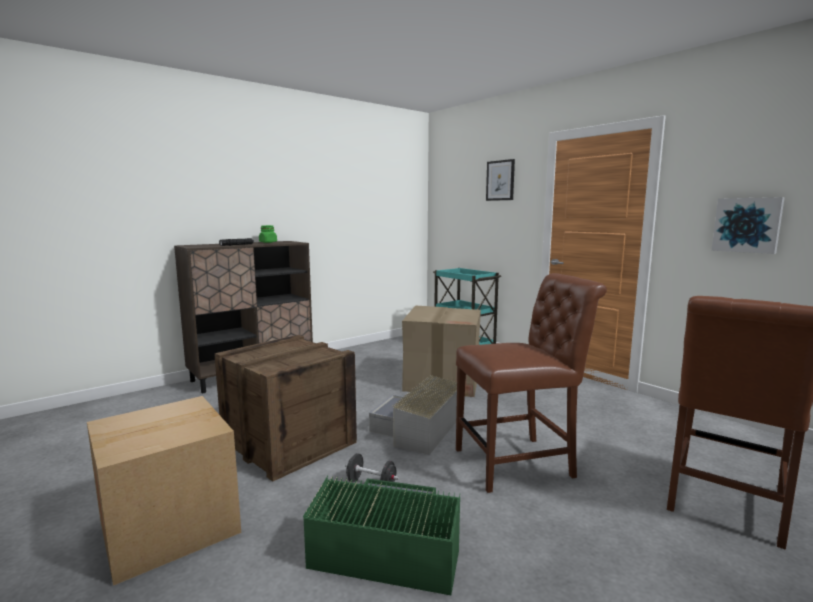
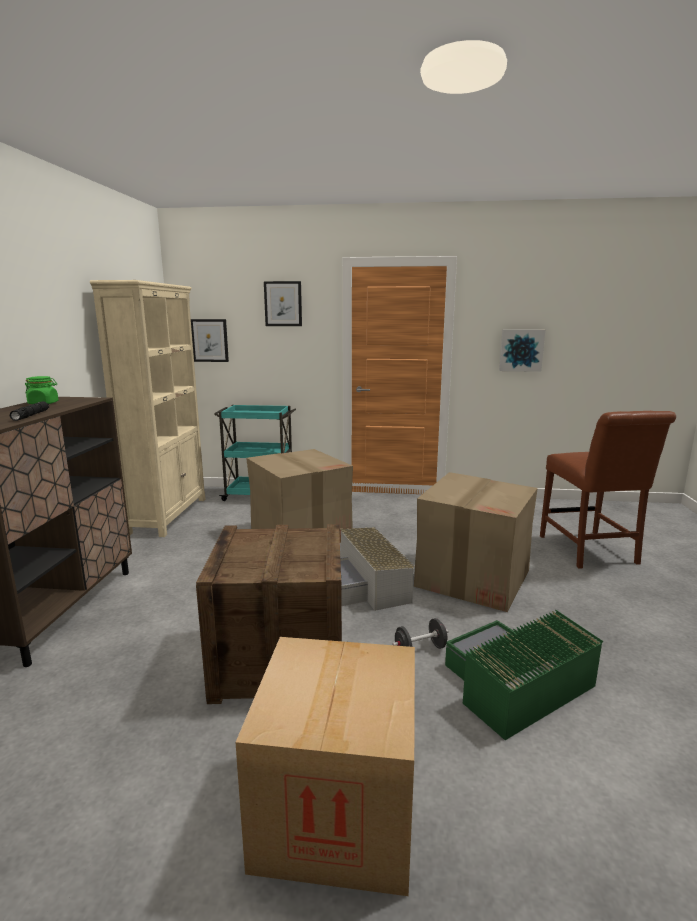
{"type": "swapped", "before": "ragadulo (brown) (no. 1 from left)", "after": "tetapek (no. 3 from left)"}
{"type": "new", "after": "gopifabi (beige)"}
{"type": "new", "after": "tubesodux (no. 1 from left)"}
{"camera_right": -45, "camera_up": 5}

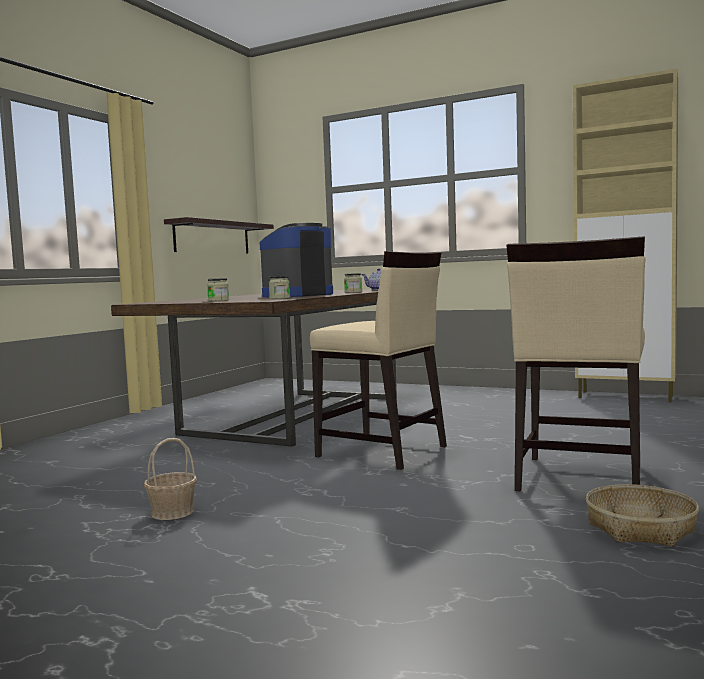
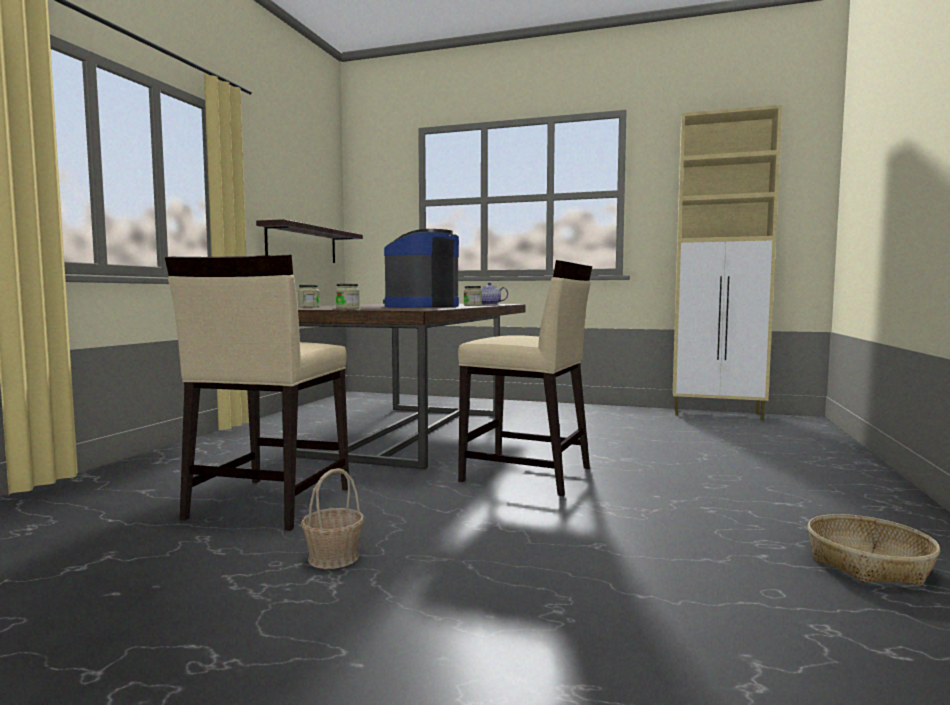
{"type": "shifted", "before": "ragadulo (beige) (no. 2 from left in the first image)", "after": "ragadulo (beige) (no. 1 from left)"}
{"type": "shifted", "before": "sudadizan (no. 2 from left in the first image)", "after": "sudadizan (no. 1 from left)"}
{"camera_right": -10, "camera_up": 0}

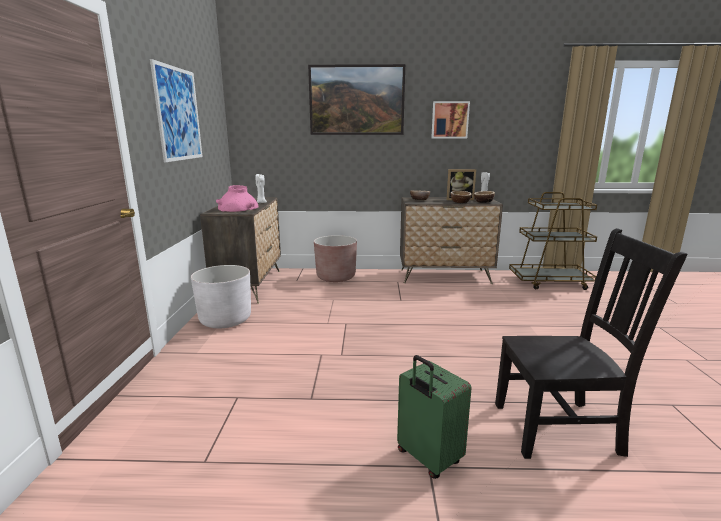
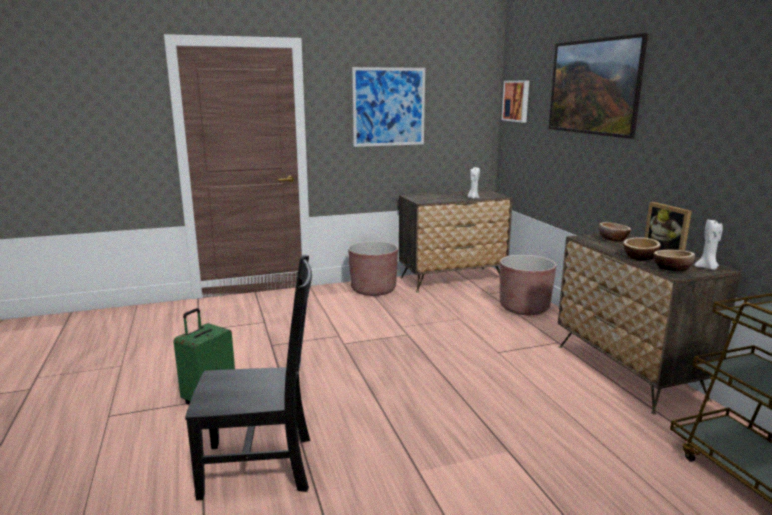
{"type": "shifted", "before": "tubesodux (no. 3 from left in the first image)", "after": "tubesodux (no. 2 from left)"}
{"type": "gone", "before": "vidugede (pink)"}
{"type": "rotated", "before": "ragadulo (black)", "turn": -75}
{"type": "repainted", "before": "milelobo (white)", "after": "milelobo (brown) (no. 1 from left)"}
{"camera_right": 70, "camera_up": 0}

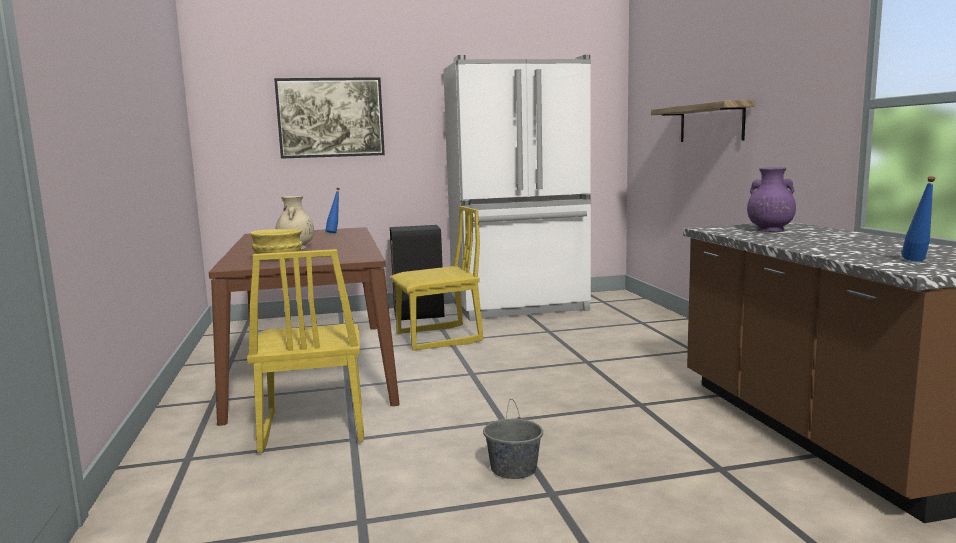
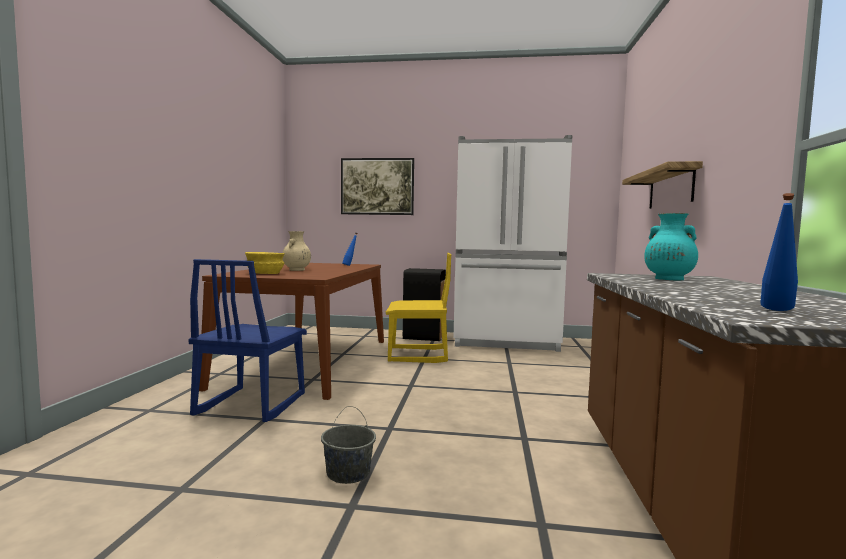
{"type": "repainted", "before": "vidugede (purple)", "after": "vidugede (turquoise)"}
{"type": "repainted", "before": "ragadulo (yellow) (no. 1 from left)", "after": "ragadulo (blue)"}
{"camera_right": 20, "camera_up": -5}

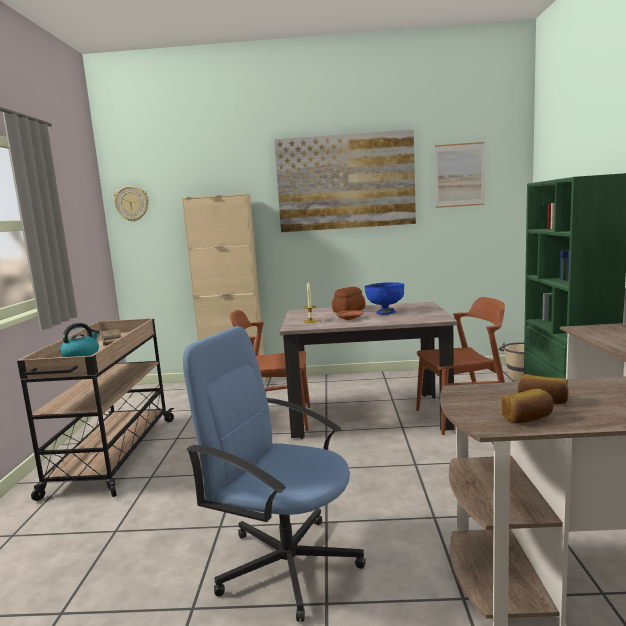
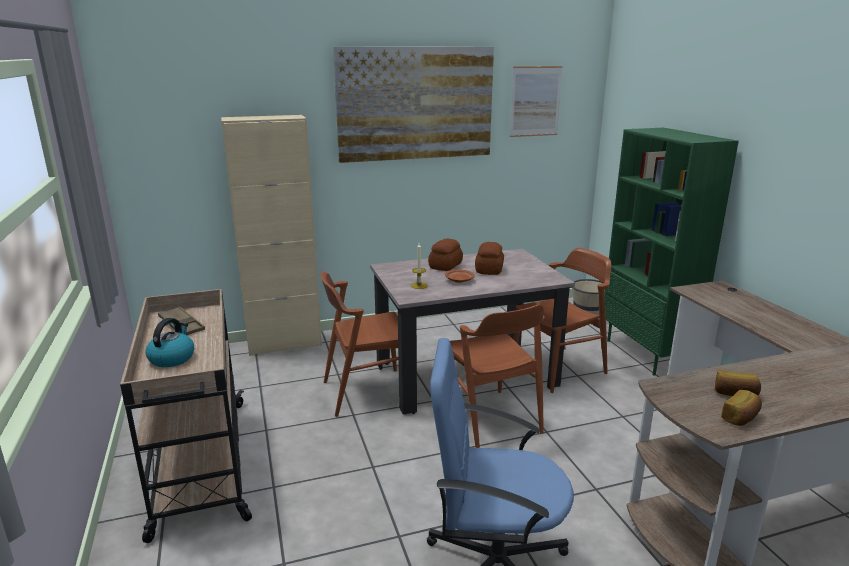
{"type": "gone", "before": "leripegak"}
{"type": "swapped", "before": "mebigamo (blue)", "after": "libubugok (no. 2 from left)"}
{"type": "new", "after": "ragadulo (brown) (no. 2 from left)"}
{"camera_right": -20, "camera_up": 10}

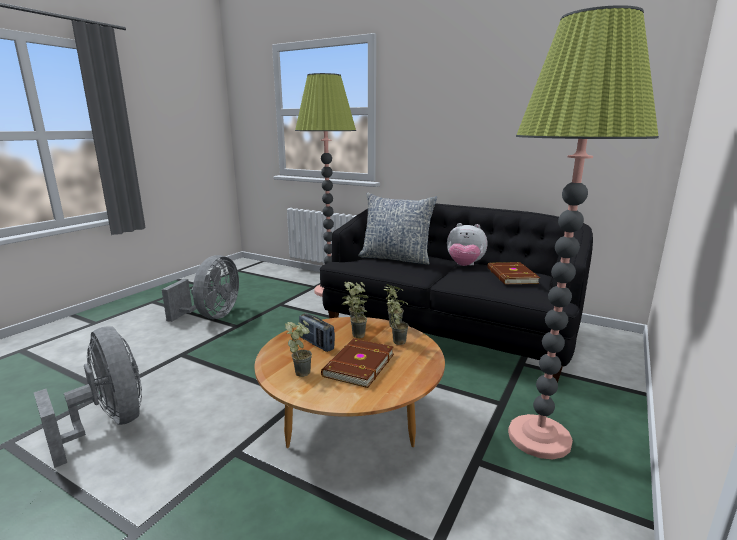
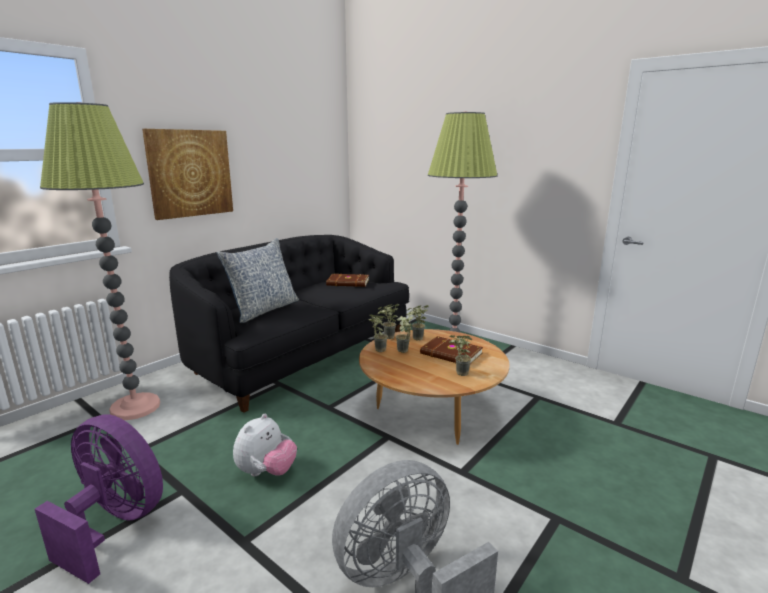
{"type": "shifted", "before": "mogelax"}
{"type": "repainted", "before": "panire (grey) (no. 2 from left)", "after": "panire (purple)"}
{"type": "gone", "before": "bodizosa"}
{"type": "new", "after": "tubesodux"}
{"camera_right": -80, "camera_up": 0}

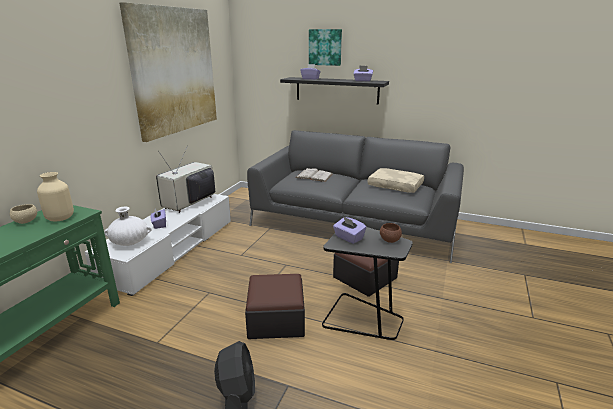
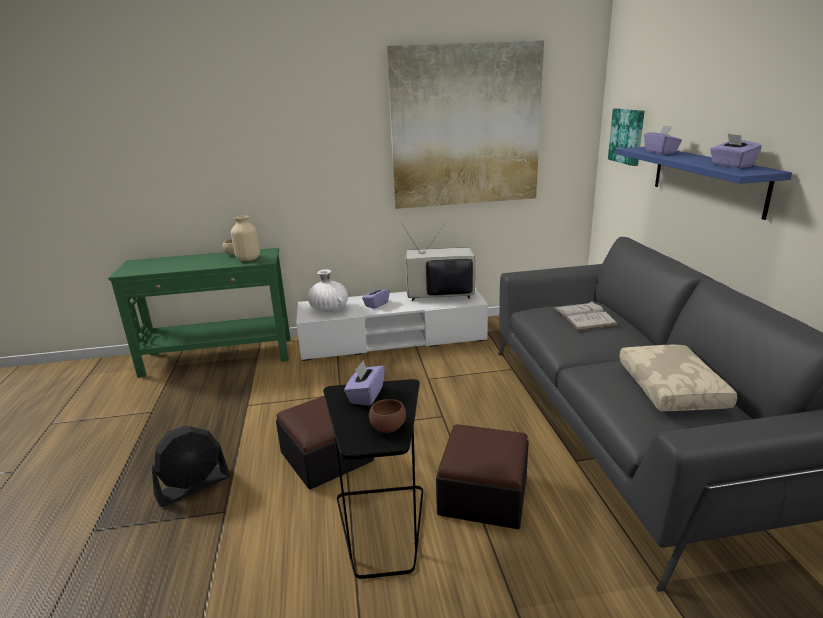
{"type": "shifted", "before": "tubesodux (no. 2 from left)"}
{"type": "repainted", "before": "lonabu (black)", "after": "lonabu (blue)"}
{"camera_right": 60, "camera_up": 0}

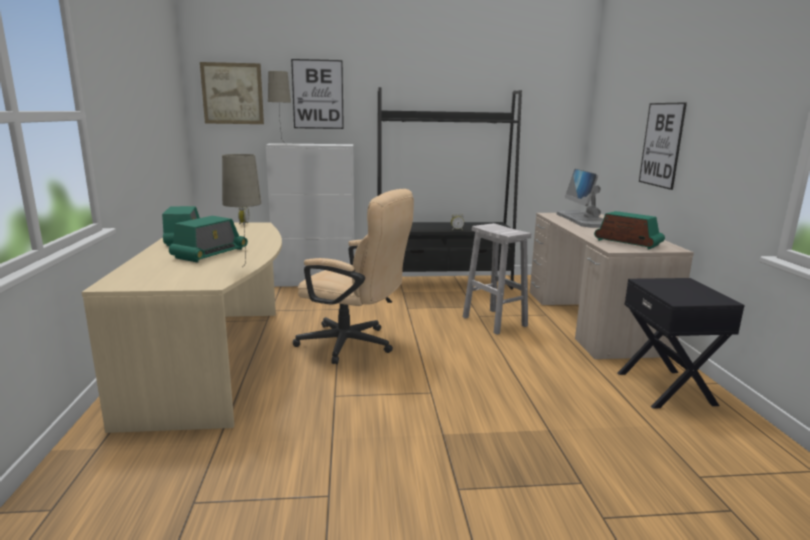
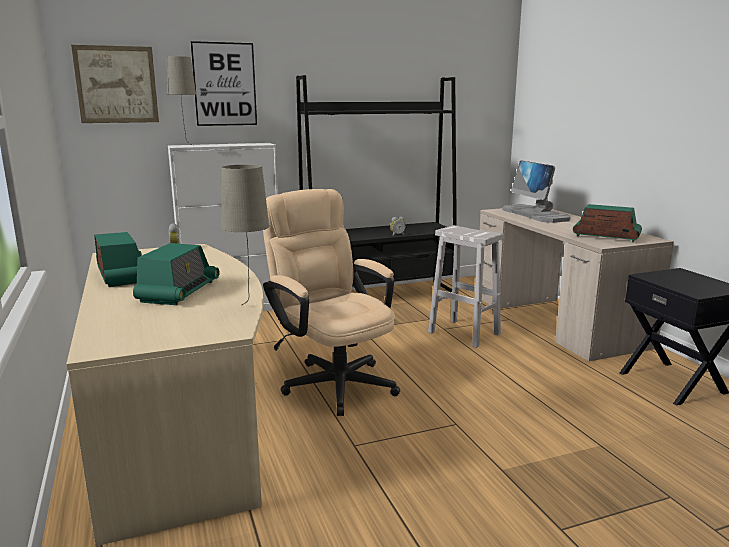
{"type": "gone", "before": "tubesodux (no. 3 from left)"}
{"type": "rotated", "before": "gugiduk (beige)", "turn": -135}
{"camera_right": -15, "camera_up": 0}

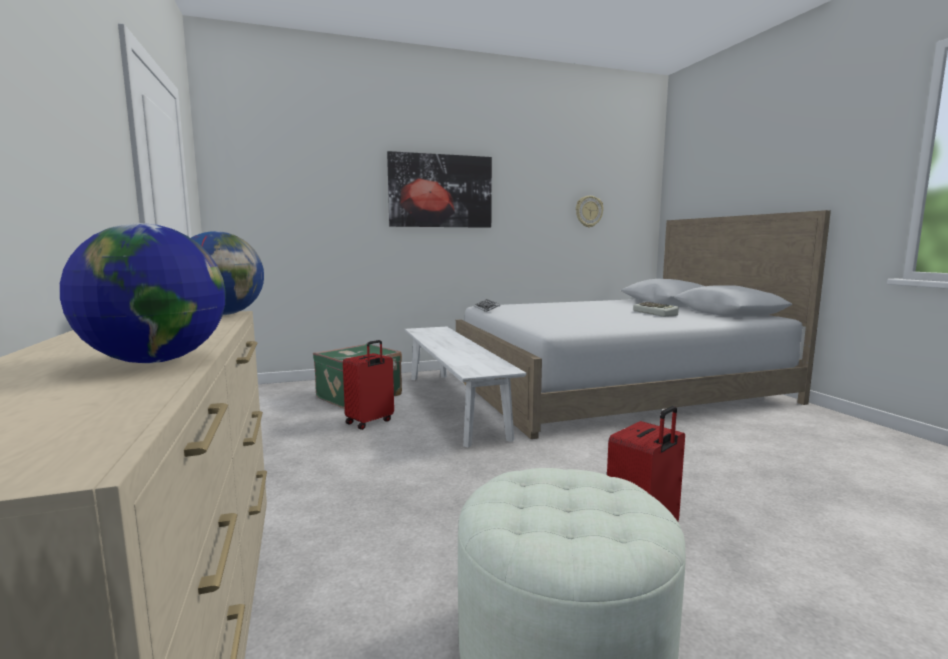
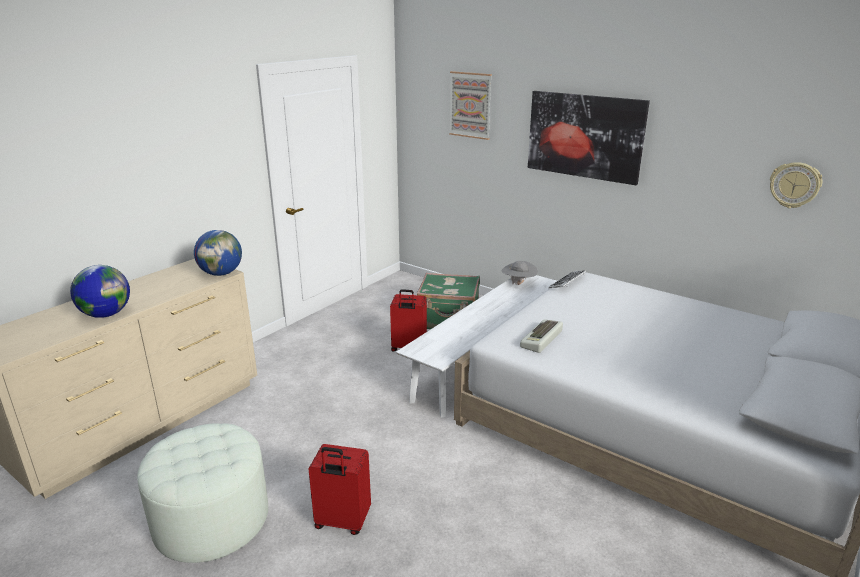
{"type": "shifted", "before": "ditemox (no. 2 from left in the first image)", "after": "ditemox (no. 1 from left)"}
{"type": "new", "after": "tubesodux (no. 1 from left)"}
{"type": "new", "after": "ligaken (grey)"}
{"camera_right": 55, "camera_up": 15}

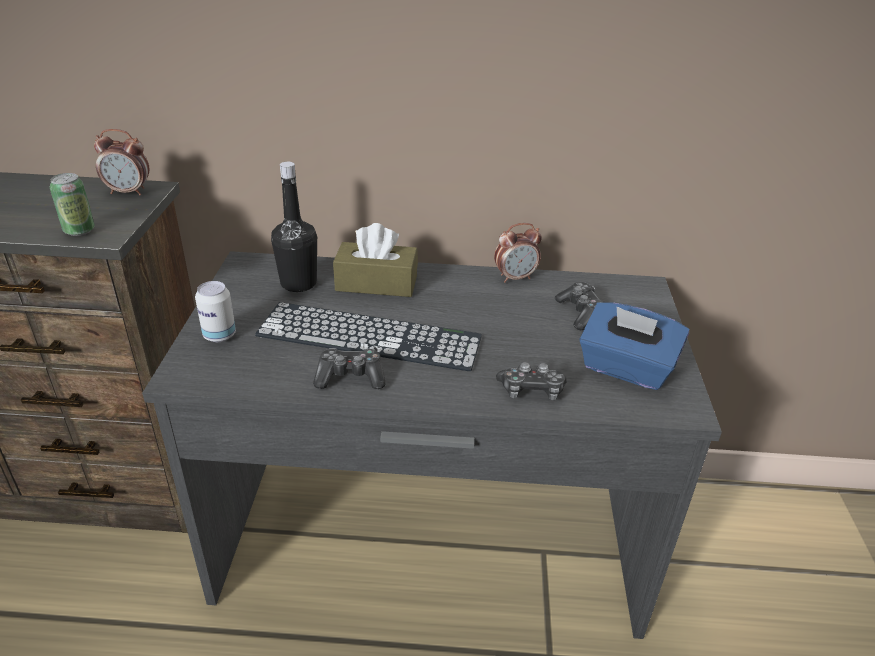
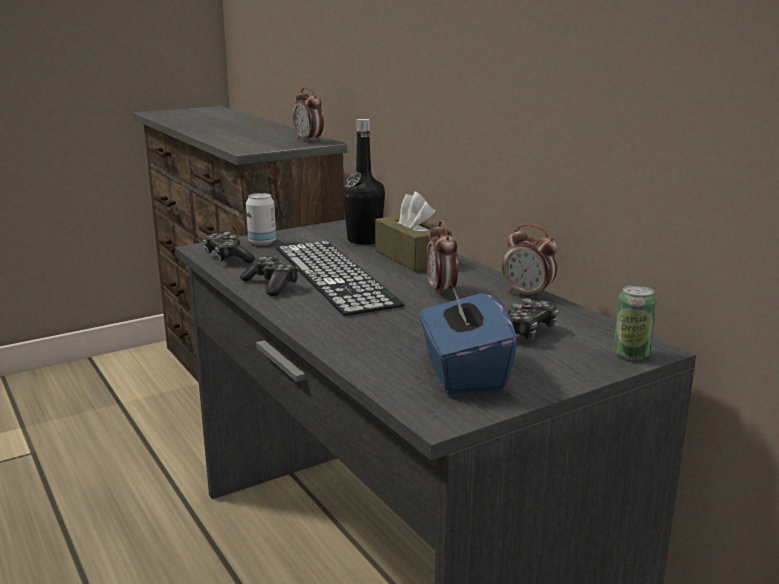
{"type": "shifted", "before": "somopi (no. 1 from left in the first image)", "after": "somopi (no. 2 from left)"}
{"type": "shifted", "before": "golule (no. 2 from left in the first image)", "after": "golule (no. 1 from left)"}
{"type": "new", "after": "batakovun (no. 2 from left)"}
{"camera_right": 55, "camera_up": -15}

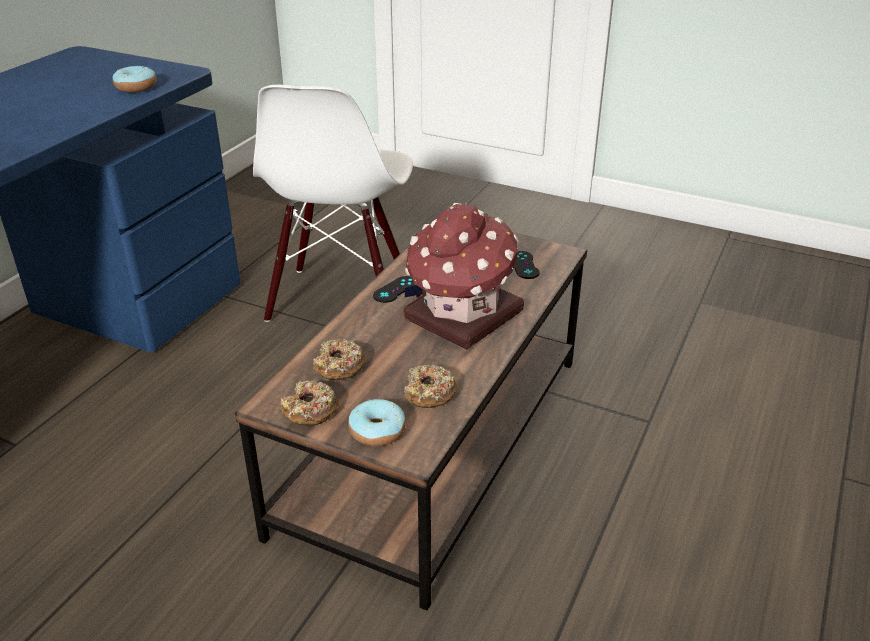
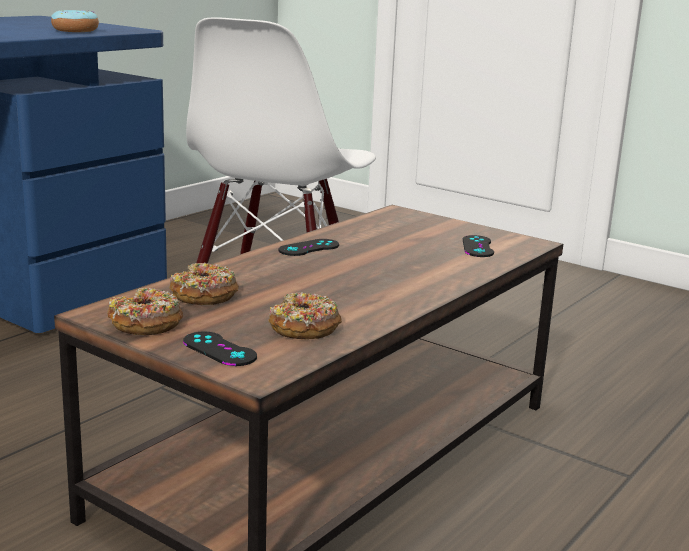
{"type": "gone", "before": "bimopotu"}
{"type": "swapped", "before": "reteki (no. 4 from left)", "after": "golule (black) (no. 1 from left)"}
{"camera_right": 10, "camera_up": -15}

